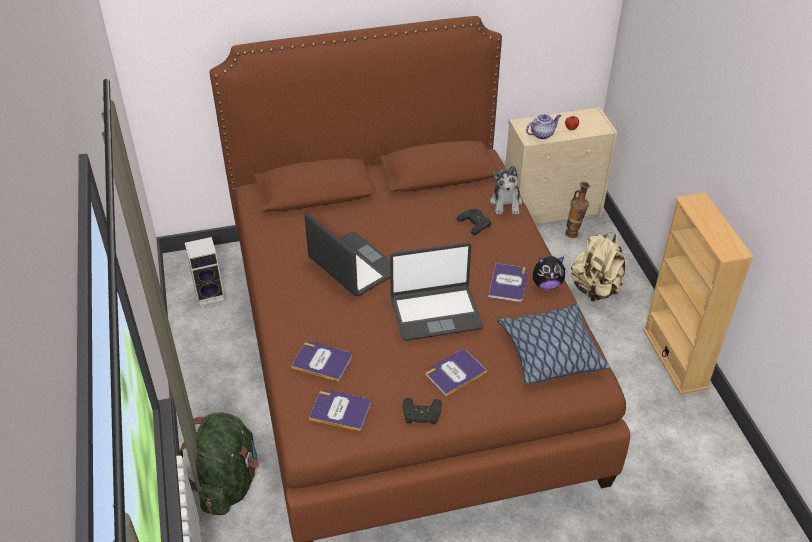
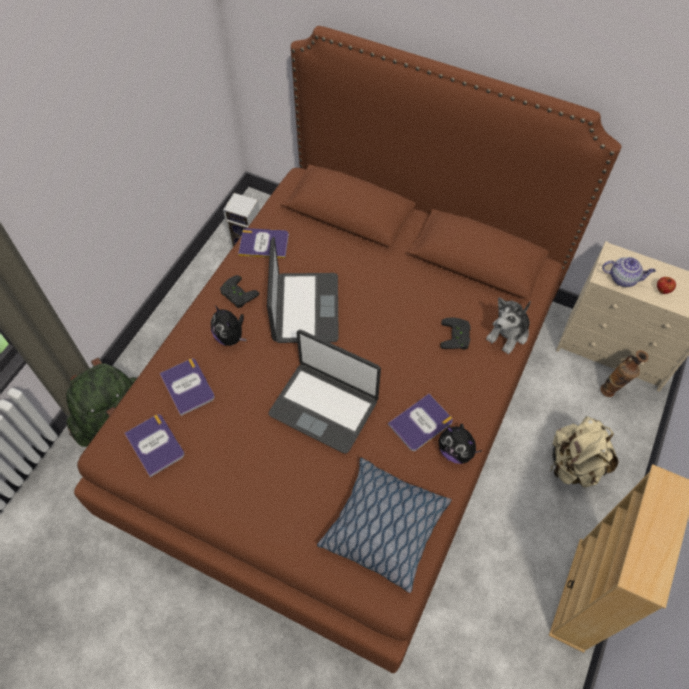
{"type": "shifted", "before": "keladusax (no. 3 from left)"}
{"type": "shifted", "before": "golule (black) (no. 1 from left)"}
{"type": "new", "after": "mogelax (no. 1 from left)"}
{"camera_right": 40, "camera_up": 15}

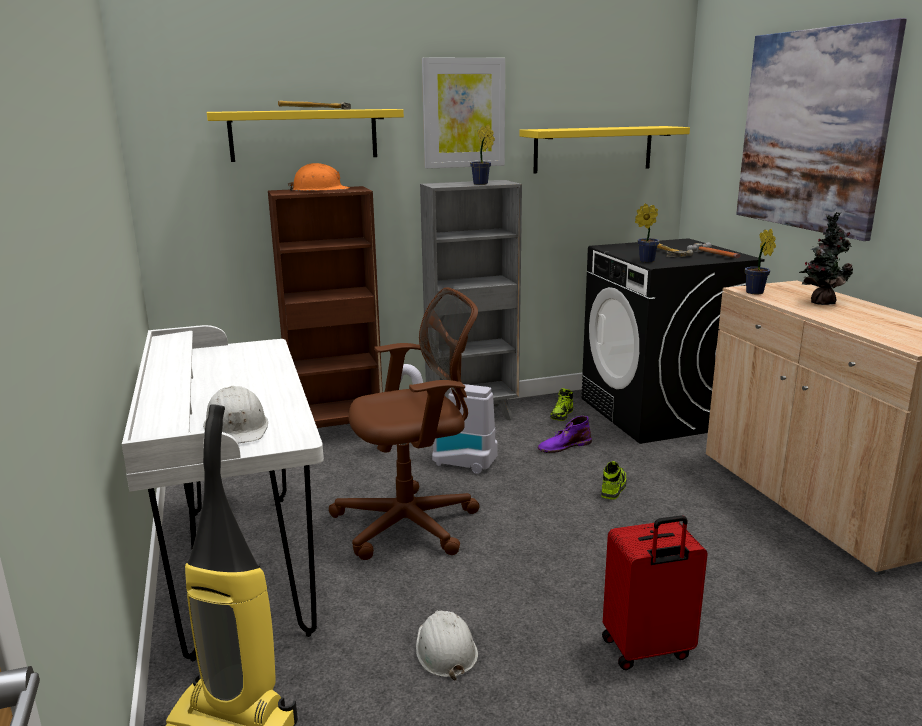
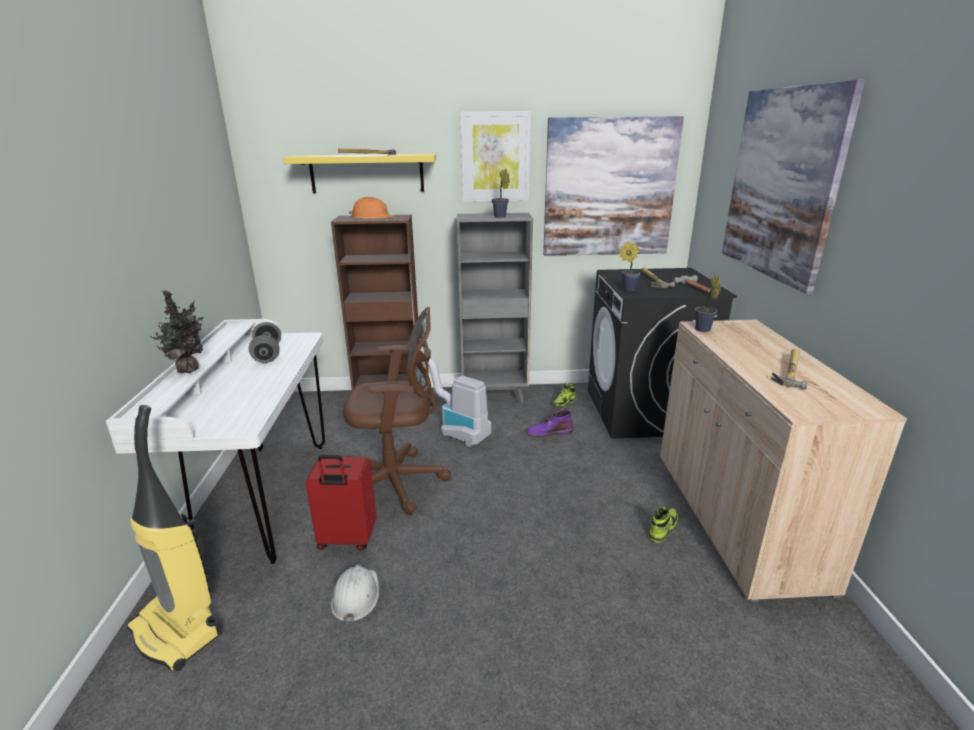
{"type": "swapped", "before": "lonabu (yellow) (no. 2 from left)", "after": "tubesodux (no. 2 from left)"}
{"type": "shifted", "before": "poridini (no. 4 from left in the first image)", "after": "poridini (no. 1 from left)"}
{"type": "gone", "before": "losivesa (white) (no. 1 from left)"}
{"type": "shifted", "before": "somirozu (no. 2 from left)"}
{"type": "shifted", "before": "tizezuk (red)"}
{"type": "new", "after": "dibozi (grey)"}
{"type": "new", "after": "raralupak (no. 4 from left)"}
{"camera_right": 15, "camera_up": 5}

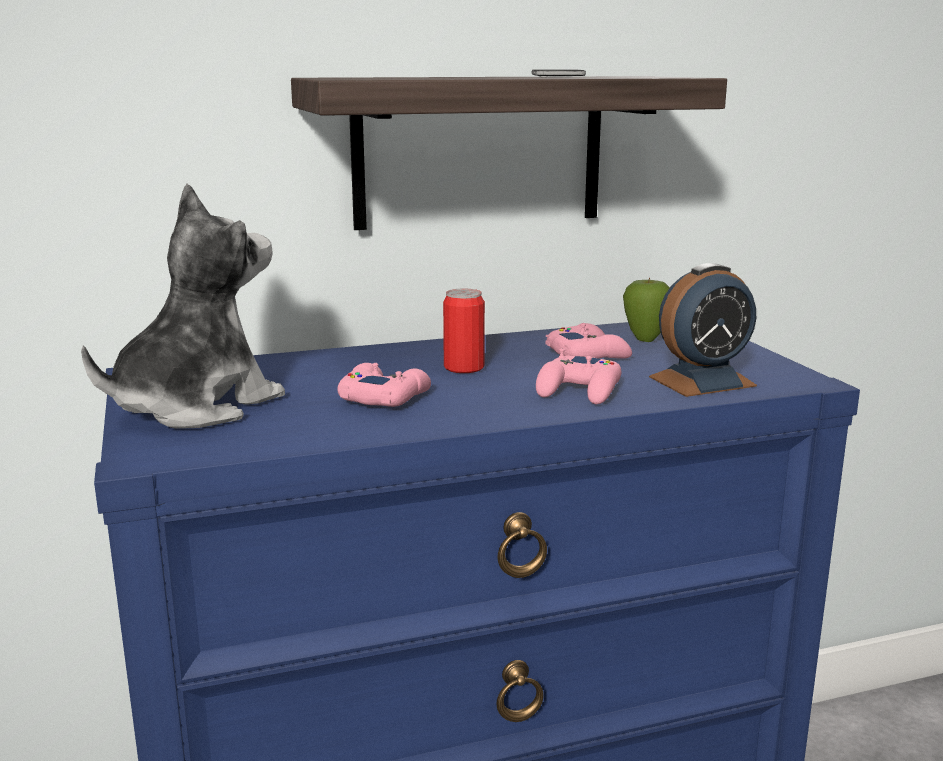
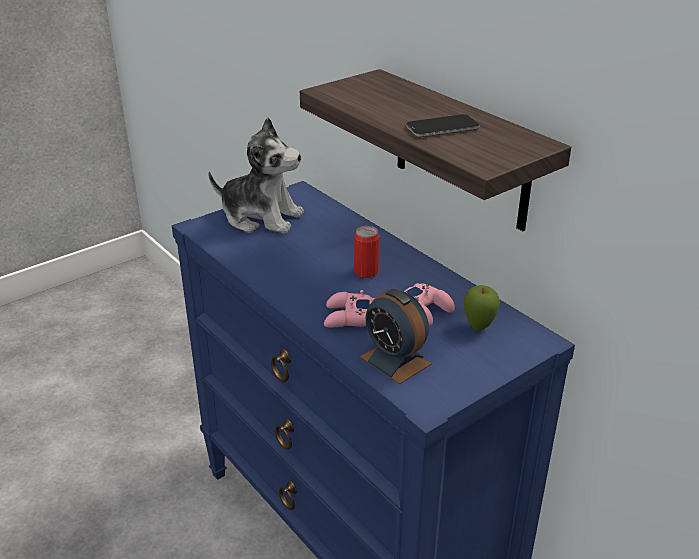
{"type": "gone", "before": "golule (pink) (no. 1 from left)"}
{"camera_right": 70, "camera_up": 15}

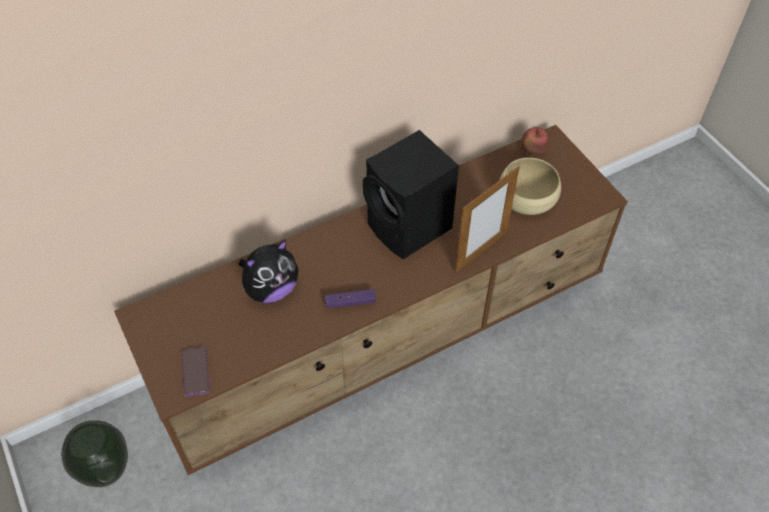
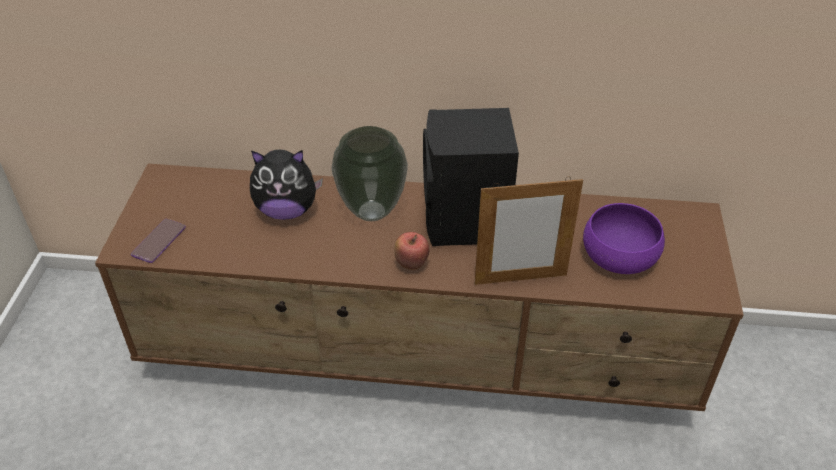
{"type": "shifted", "before": "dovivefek"}
{"type": "repainted", "before": "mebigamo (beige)", "after": "mebigamo (purple)"}
{"type": "gone", "before": "golule (purple)"}
{"type": "shifted", "before": "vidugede"}
{"camera_right": 35, "camera_up": -10}

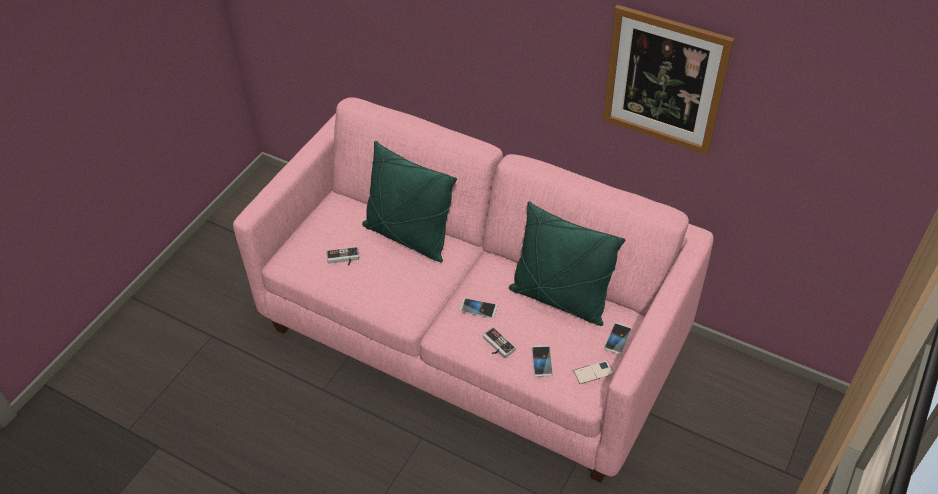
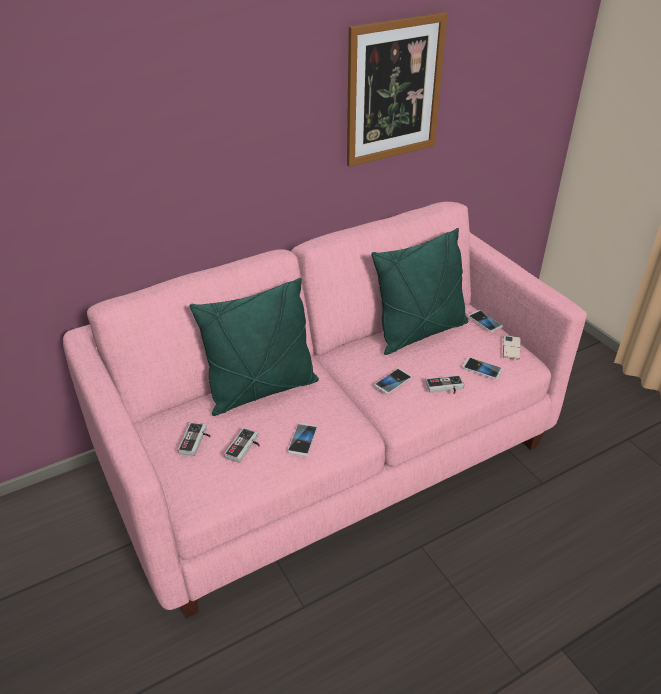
{"type": "new", "after": "golule (no. 1 from left)"}
{"type": "new", "after": "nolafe (no. 1 from left)"}
{"camera_right": -60, "camera_up": -10}

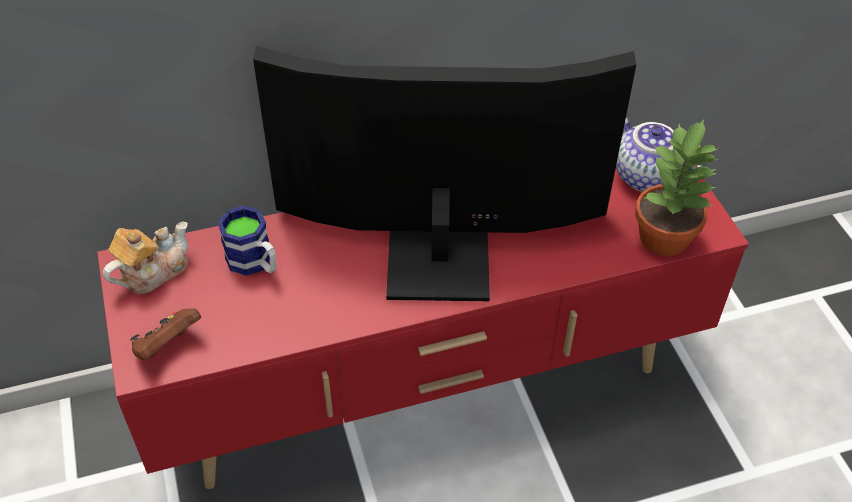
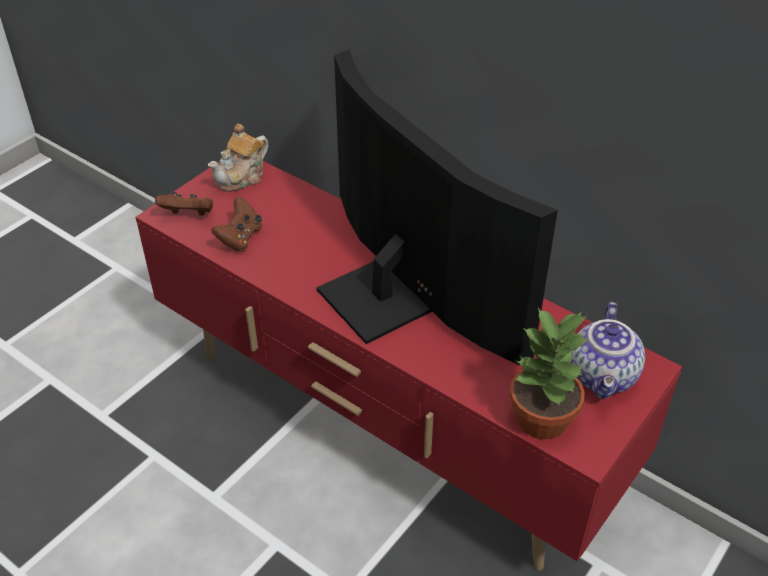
{"type": "gone", "before": "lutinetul"}
{"type": "rotated", "before": "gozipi (no. 1 from left)", "turn": 120}
{"type": "new", "after": "golule (brown) (no. 2 from left)"}
{"camera_right": 55, "camera_up": -5}

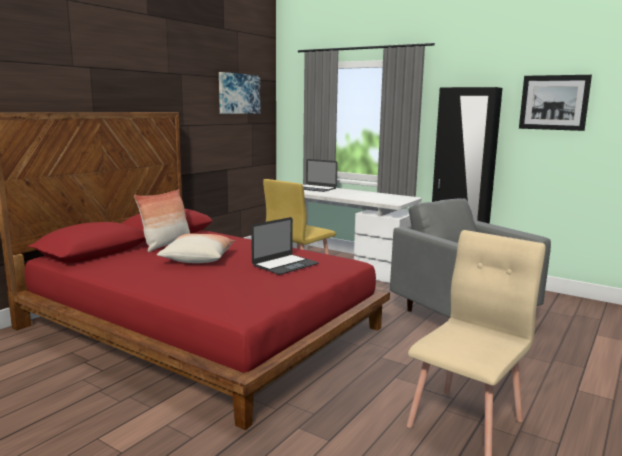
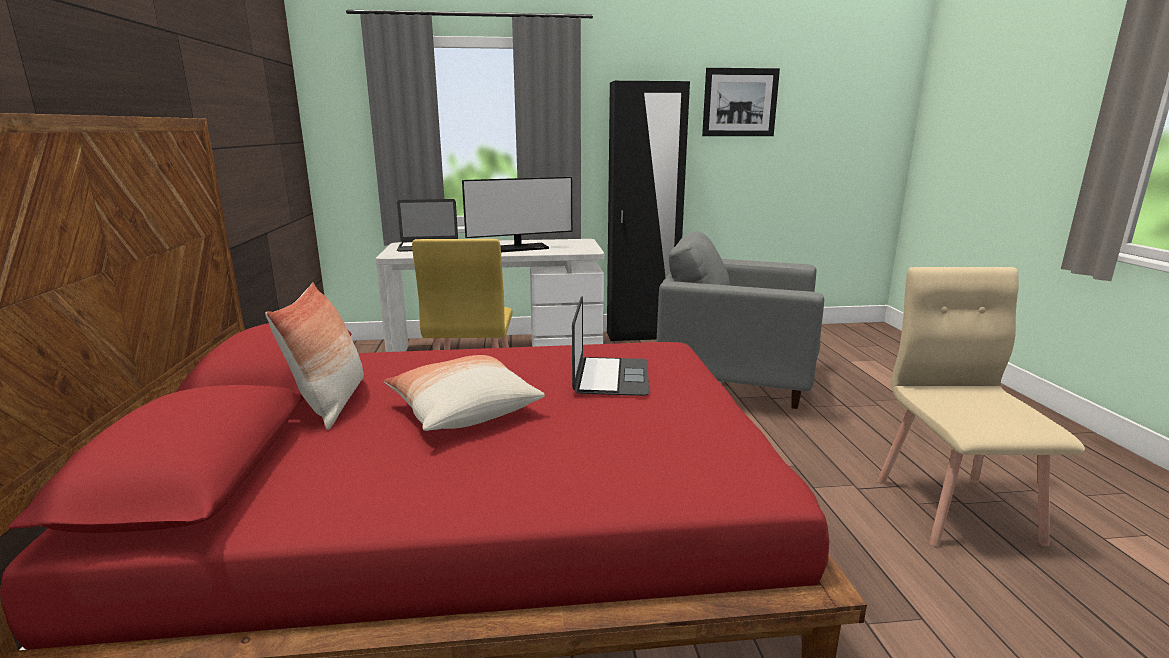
{"type": "gone", "before": "tubesodux (no. 1 from left)"}
{"type": "new", "after": "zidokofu"}
{"camera_right": -40, "camera_up": 5}

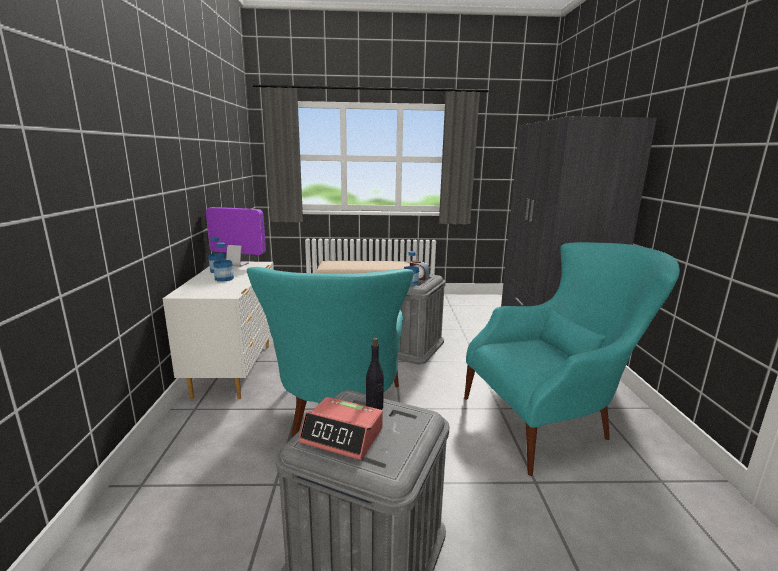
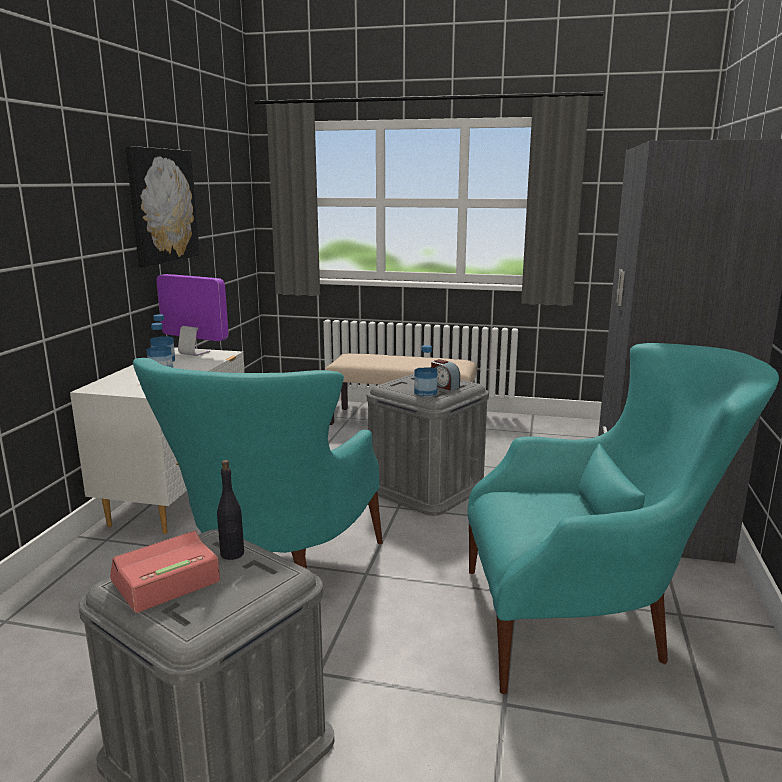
{"type": "rotated", "before": "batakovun (no. 1 from left)", "turn": 105}
{"type": "new", "after": "tubesodux"}
{"camera_right": 15, "camera_up": 0}

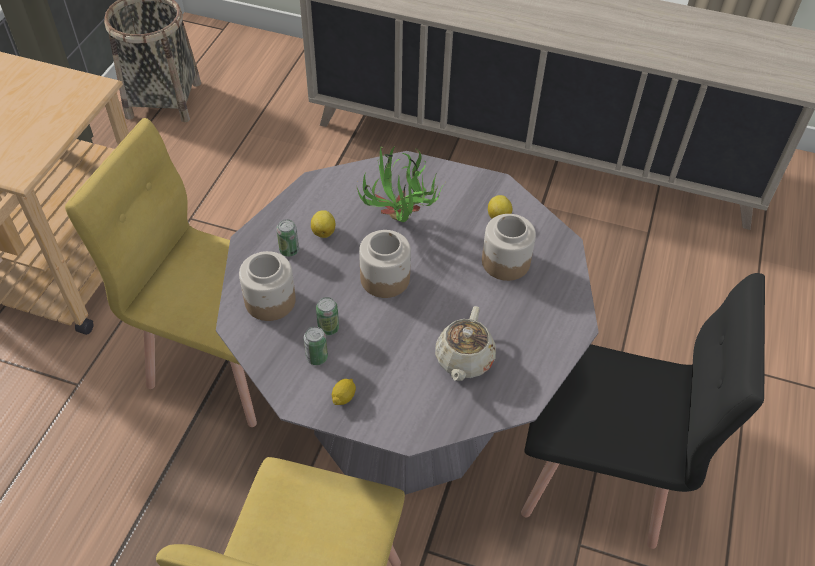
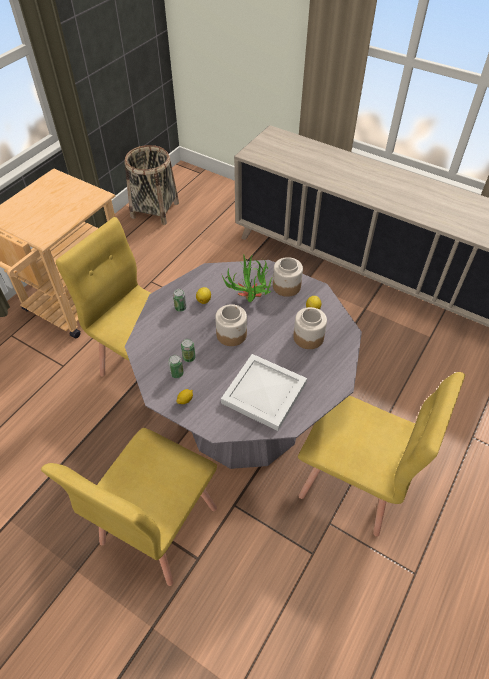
{"type": "shifted", "before": "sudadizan (no. 1 from left in the first image)", "after": "sudadizan (no. 2 from left)"}
{"type": "repainted", "before": "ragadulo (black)", "after": "ragadulo (yellow) (no. 3 from left)"}
{"type": "swapped", "before": "gozipi (beige)", "after": "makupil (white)"}
{"camera_right": 15, "camera_up": 0}

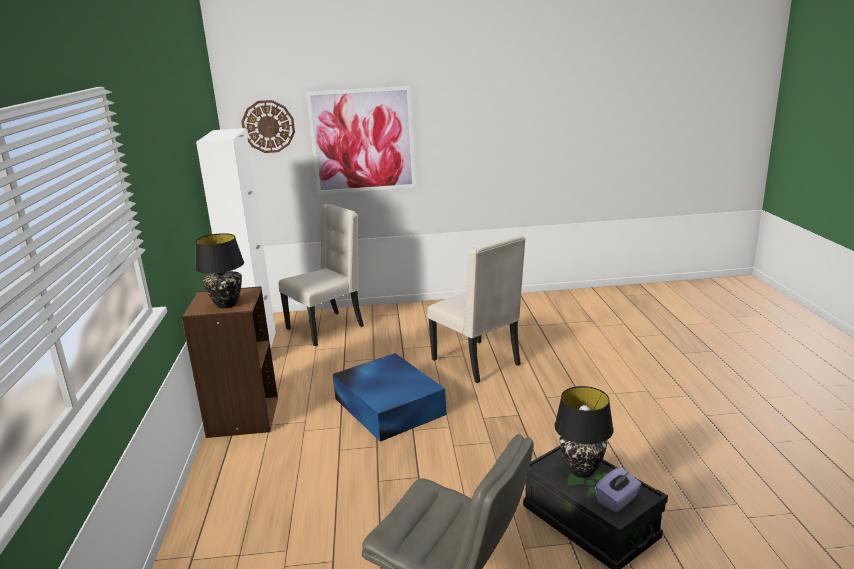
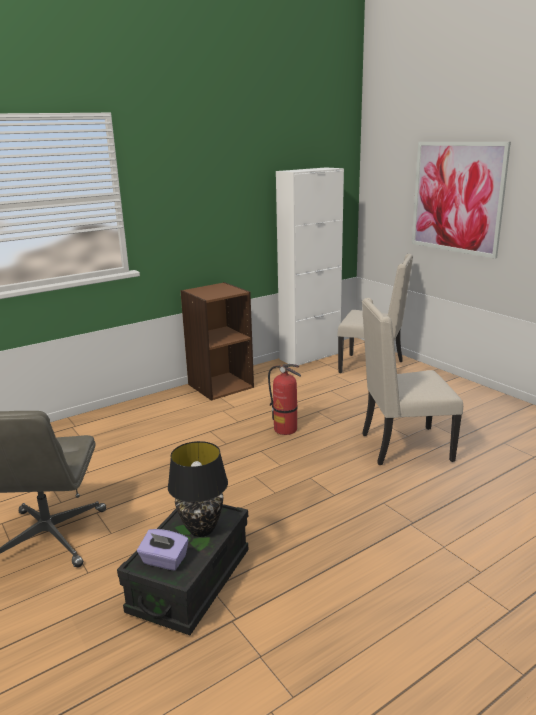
{"type": "gone", "before": "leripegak"}
{"type": "gone", "before": "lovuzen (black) (no. 1 from left)"}
{"type": "rotated", "before": "ragadulo (beige) (no. 2 from left)", "turn": 60}
{"type": "swapped", "before": "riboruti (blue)", "after": "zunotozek"}
{"camera_right": 60, "camera_up": 0}

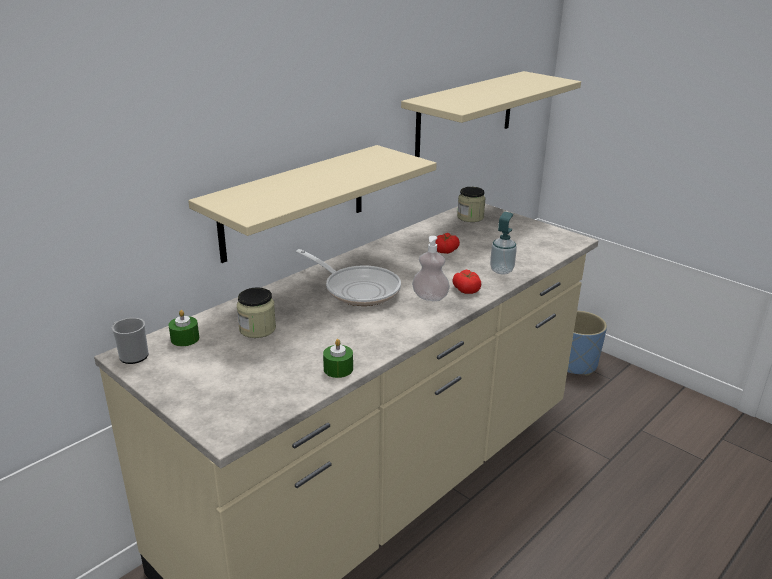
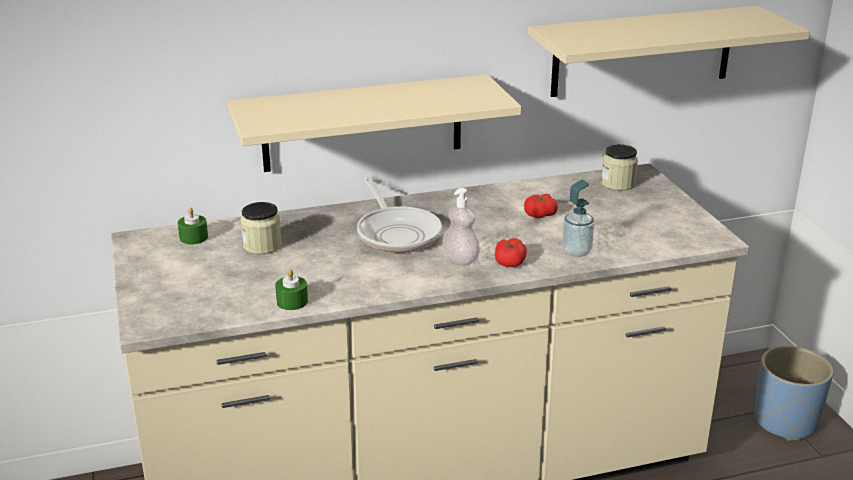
{"type": "gone", "before": "lutinetul"}
{"camera_right": 30, "camera_up": 0}

